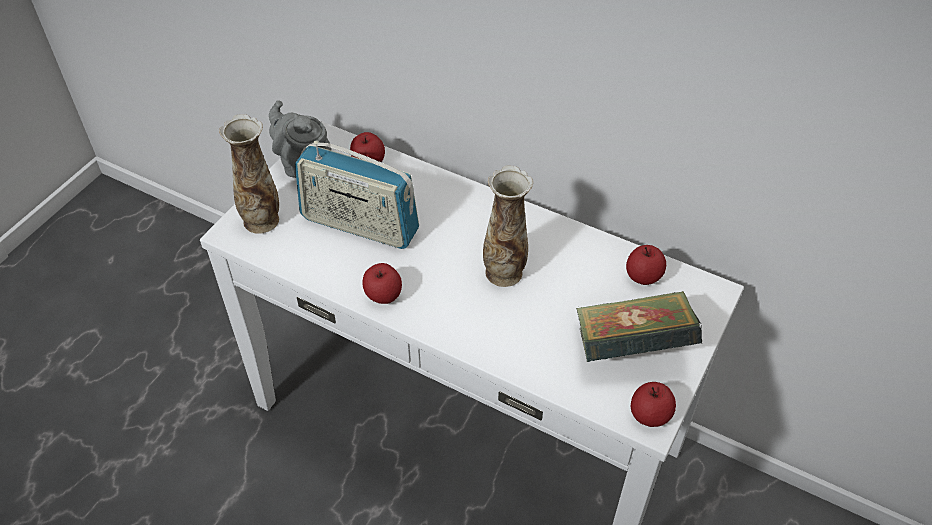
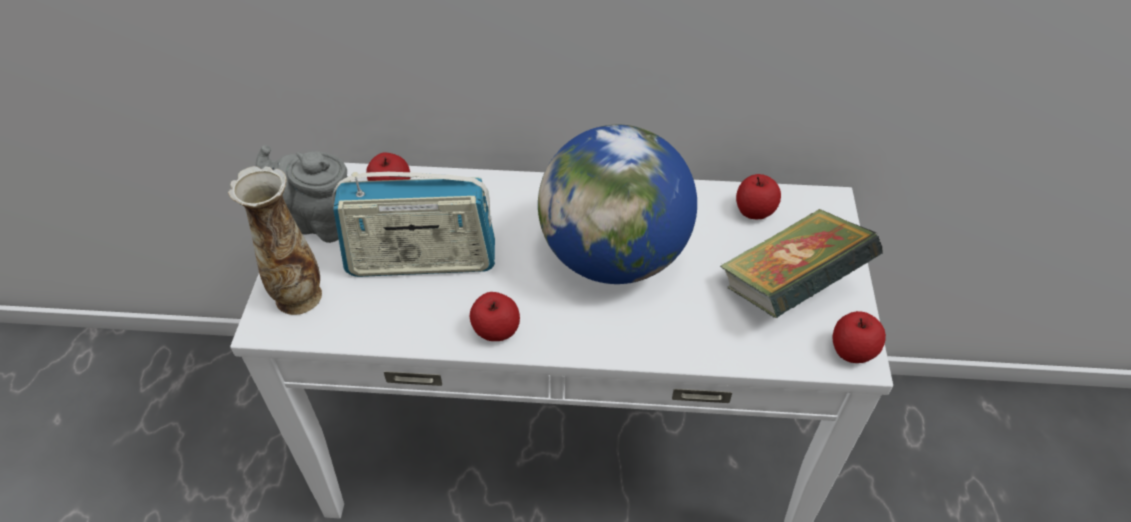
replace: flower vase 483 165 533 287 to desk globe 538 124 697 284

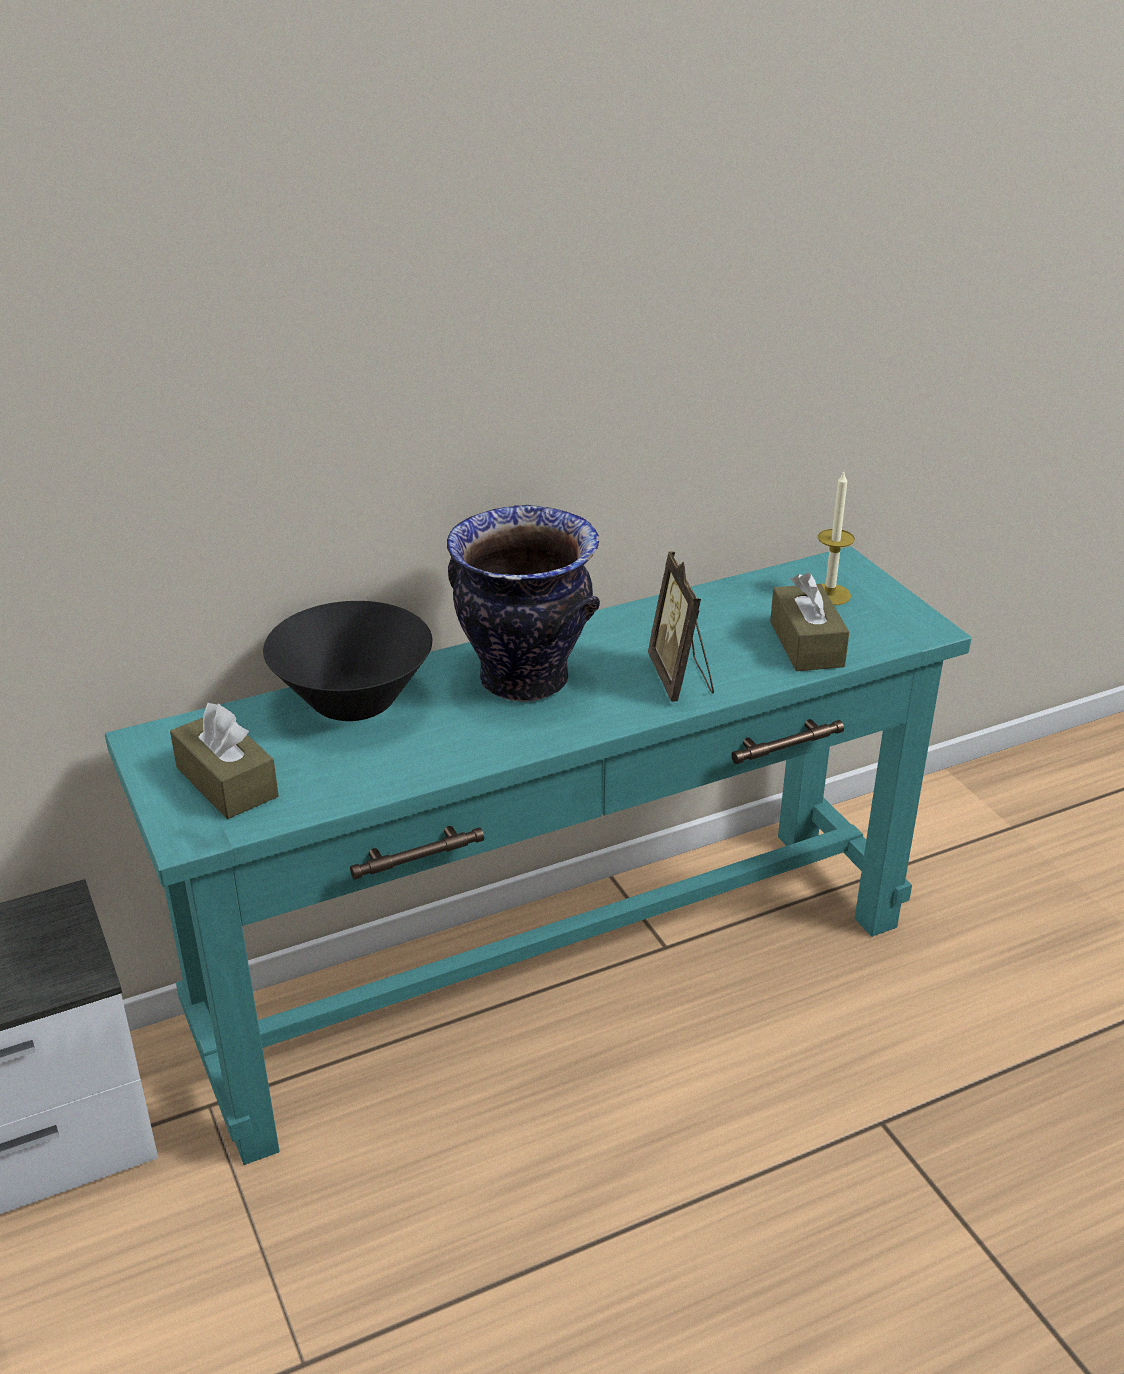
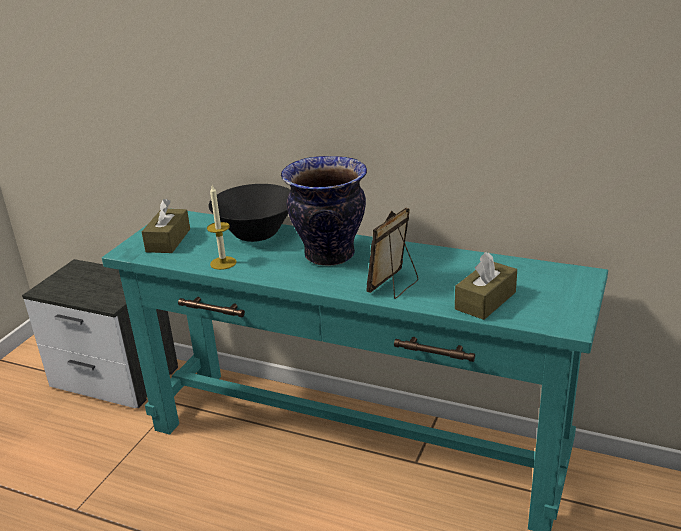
move: candle 818 472 855 605 to 207 185 237 270

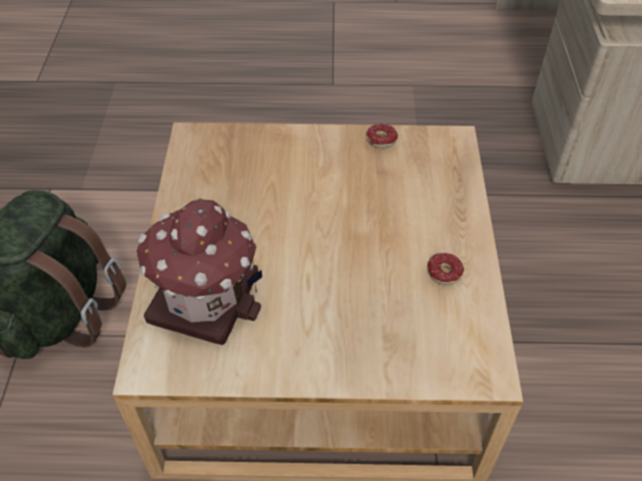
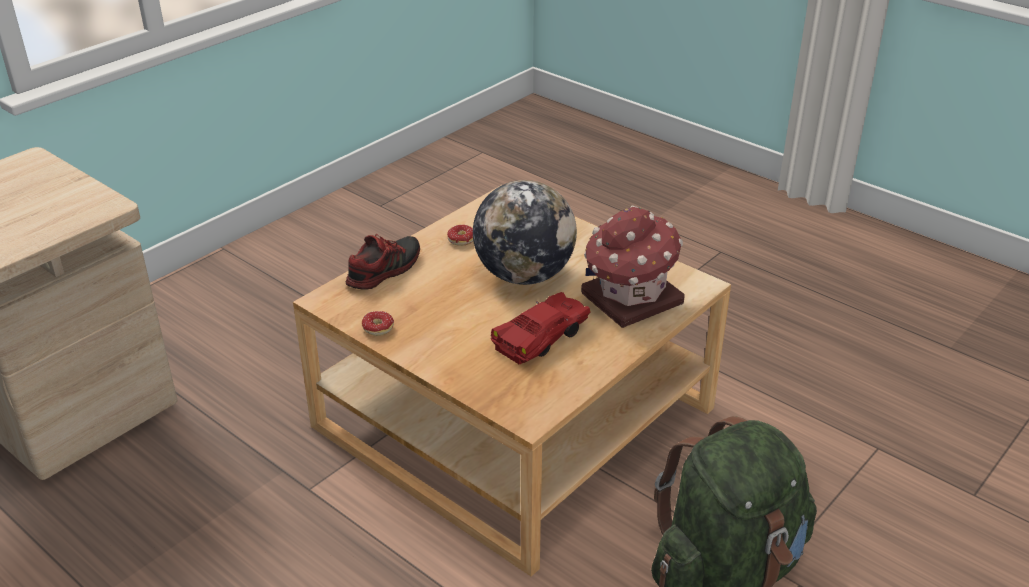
insert: shoe 346 234 420 290; desk globe 473 180 577 285; red-coloured toy car 491 292 591 364

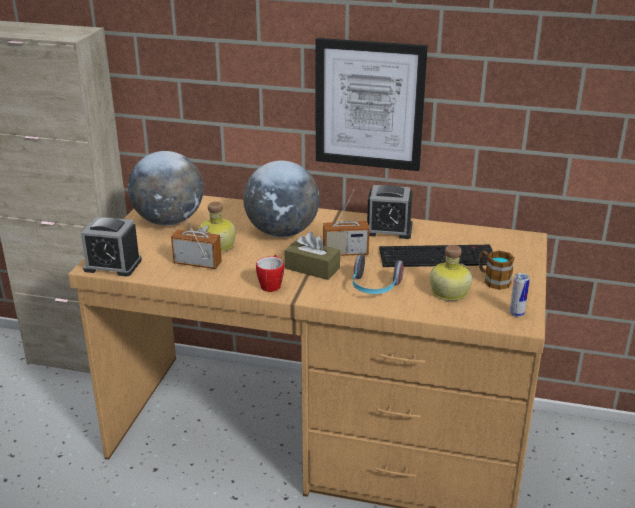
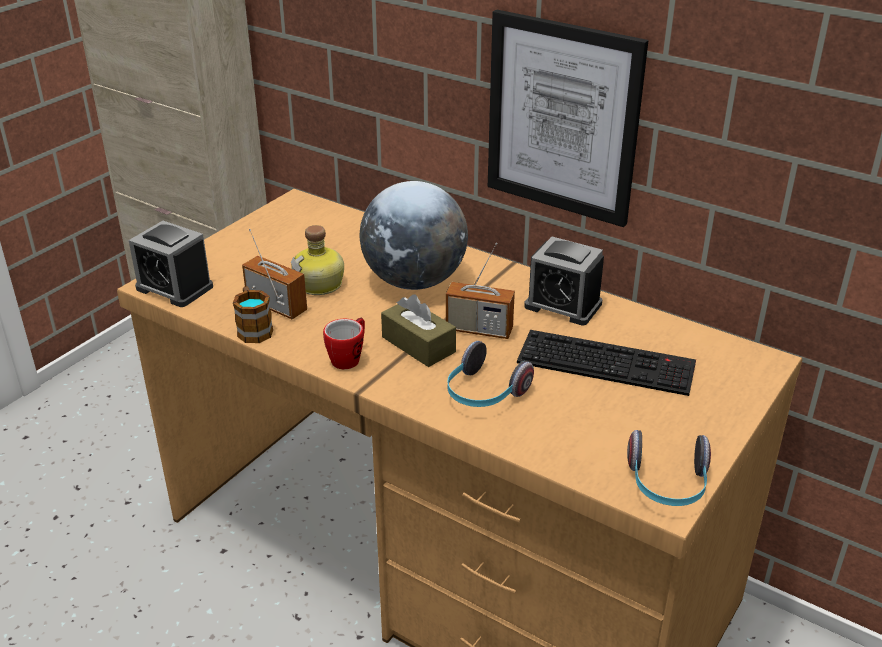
delete: desk globe 128 151 203 226; beverage bottle 430 245 472 301
move: tea mug 479 251 515 290 to 233 287 273 343
replace: can 510 273 530 317 to headphones 627 430 711 506

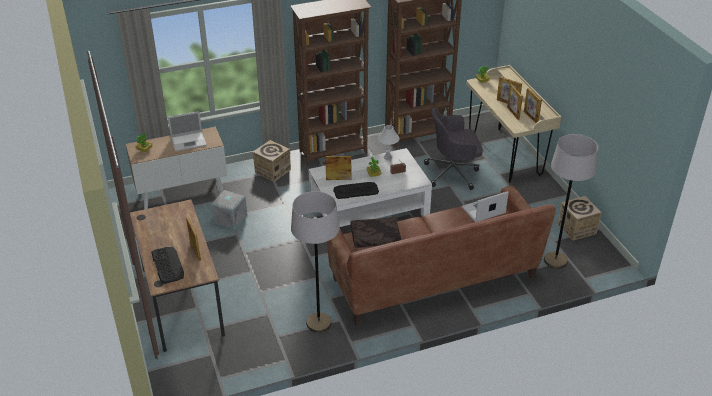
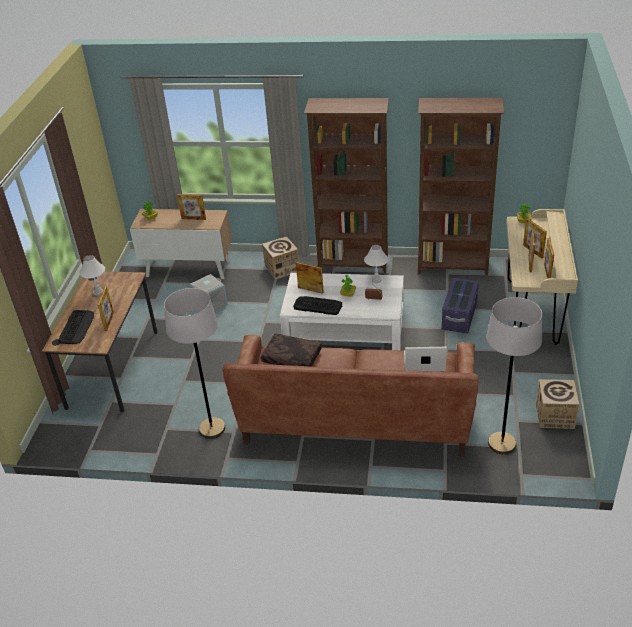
insert: whitish tabletop lamp 80 255 105 296
replace: portable computer 168 111 207 152 to picture frame 177 194 206 220; gray desk chair 424 107 483 190 to purple storage container 442 278 479 334

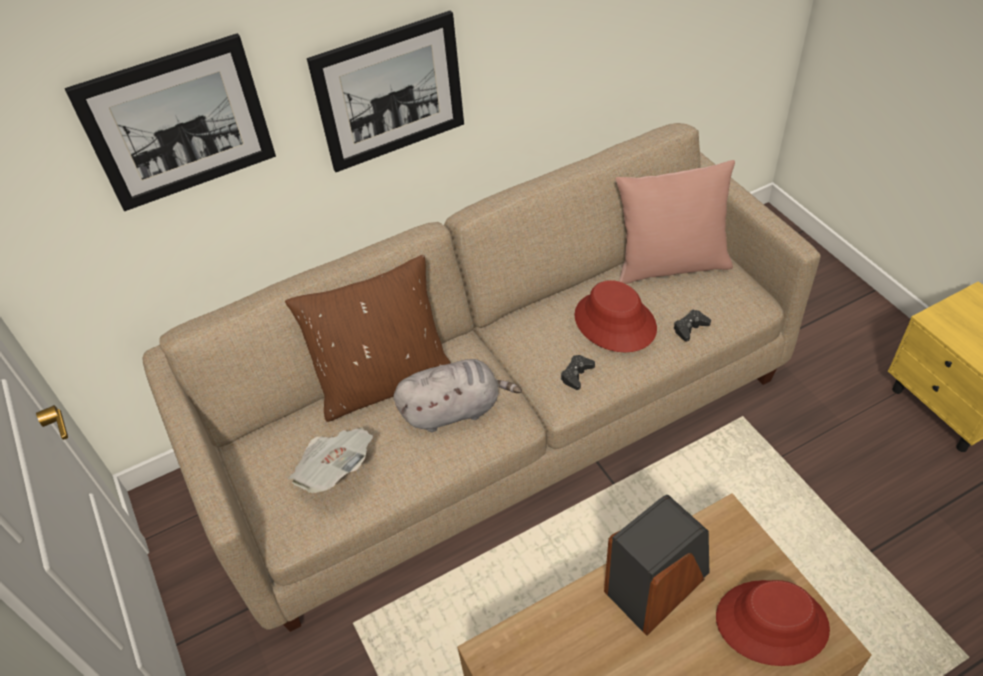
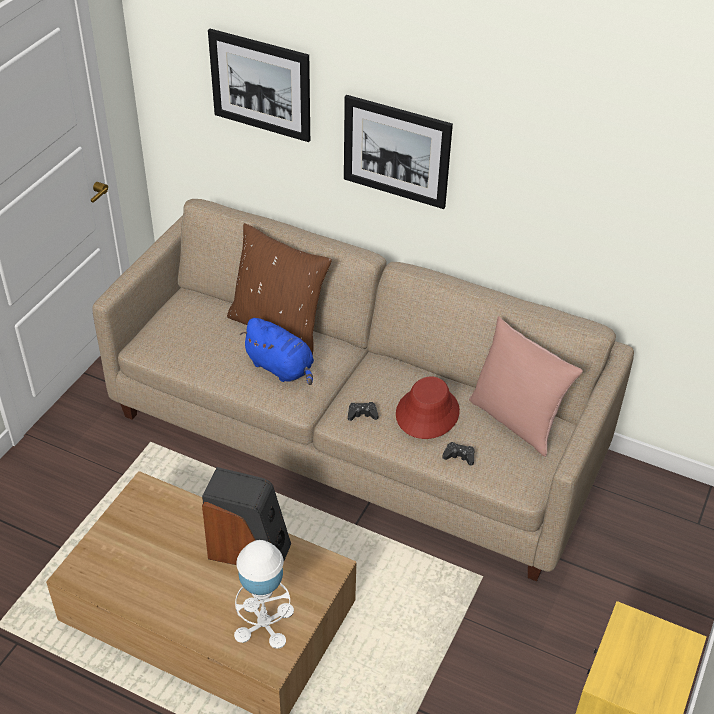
delete: daily paper 288 427 373 493
replace: red-coloured hat 716 580 830 666 to whitish tabletop lamp 234 540 294 649
recolor: gray plush toy 394 359 522 432 to bluish plush toy 240 318 314 385

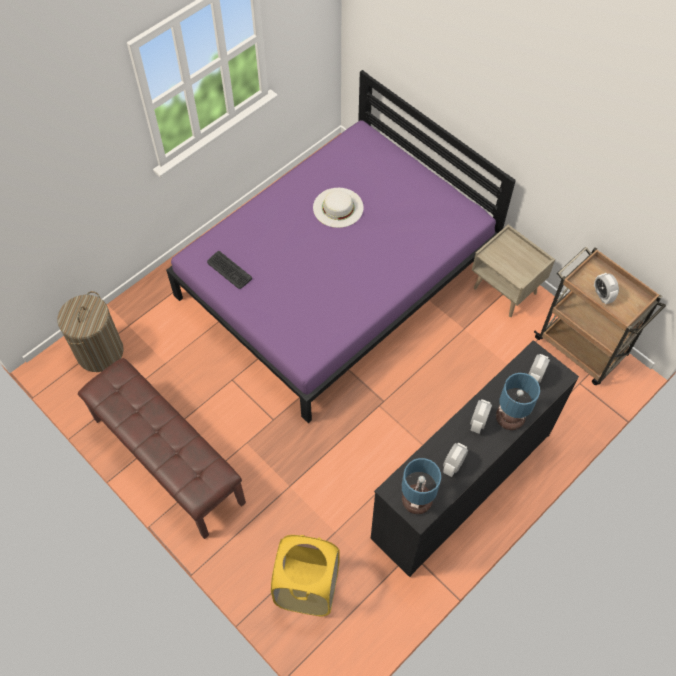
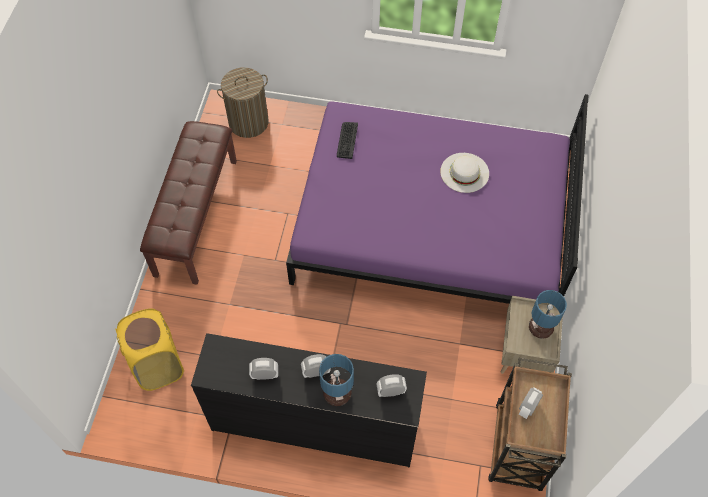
move: tabletop lamp 402 458 441 514 to 529 290 567 339

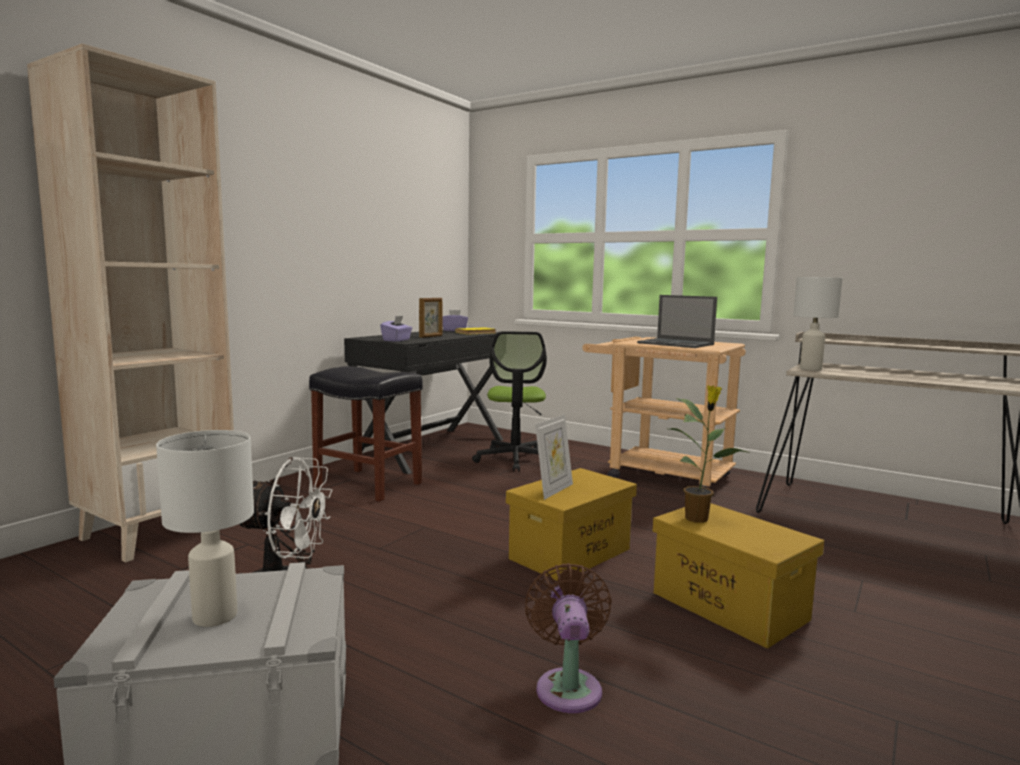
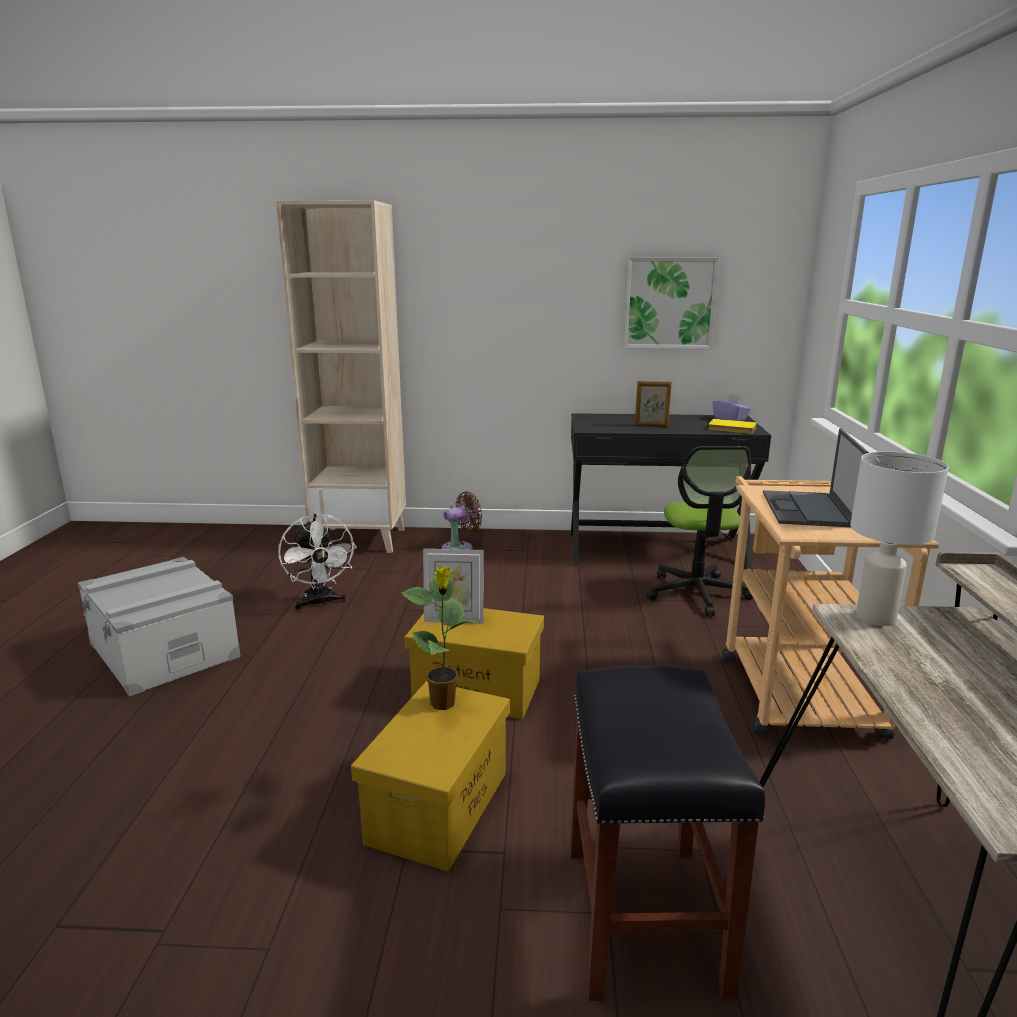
delete: whitish tabletop lamp 156 430 254 627; purple box of tissues 380 316 412 342
insert: wall picture 624 257 719 349
move: black-coloured stool 309 366 423 502 to 570 666 765 1001; brown-coloured electric fan 525 563 612 713 to 442 491 482 550
rotate: desk chair 472 331 547 471 = 647 446 753 616 60 degrees counterclockwise

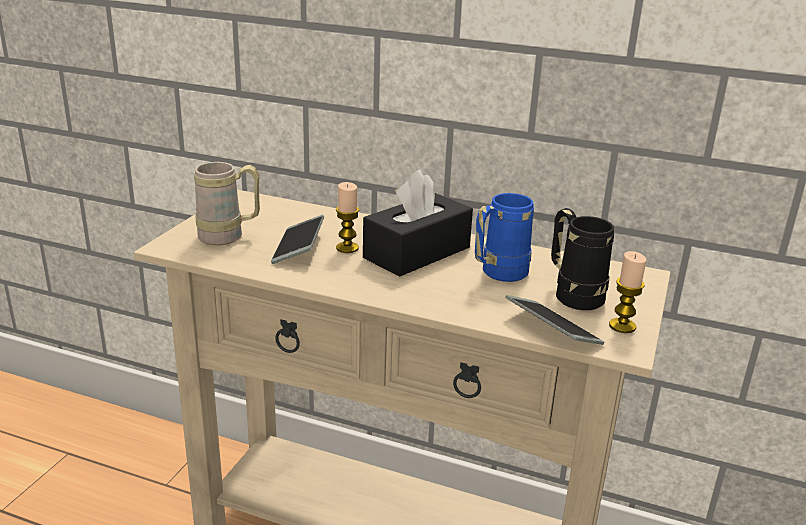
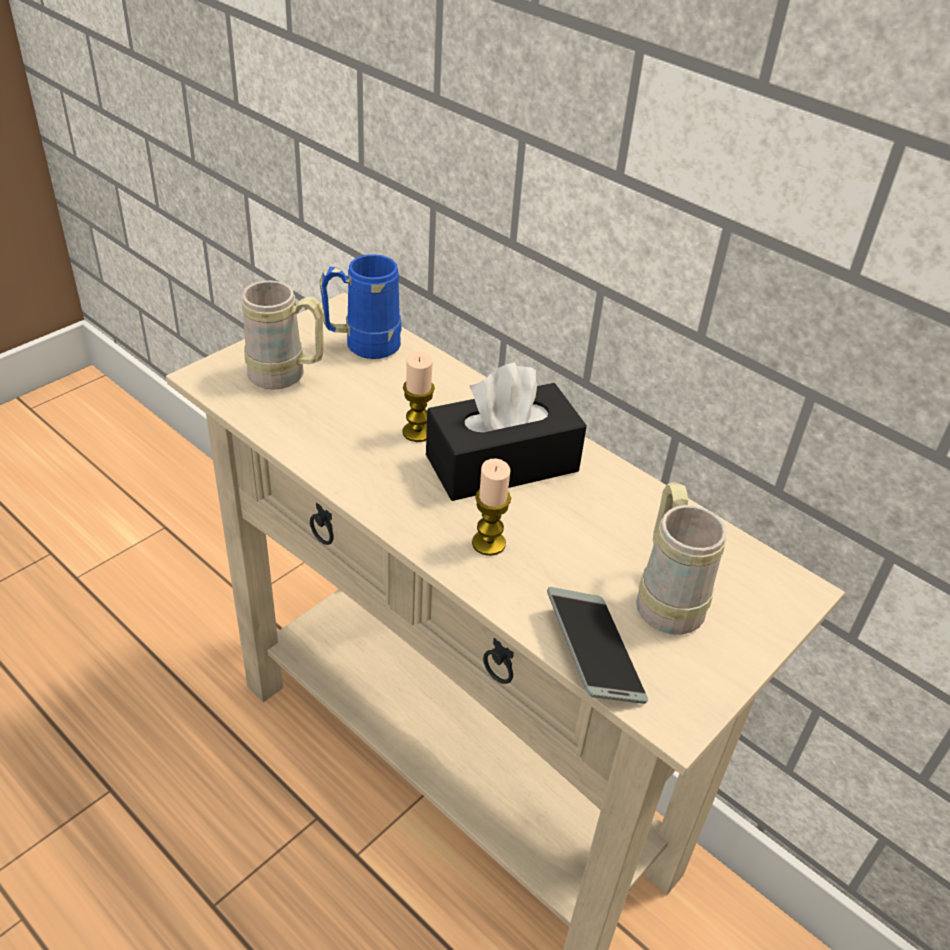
delete: telephone 271 215 324 264
move: bluish tea mug 475 193 534 282 to 319 254 402 359; candle 609 251 646 333 to 472 458 511 556
recolor: black-coloured tea mug 551 208 614 310 to beige-coloured tea mug 636 482 727 635

